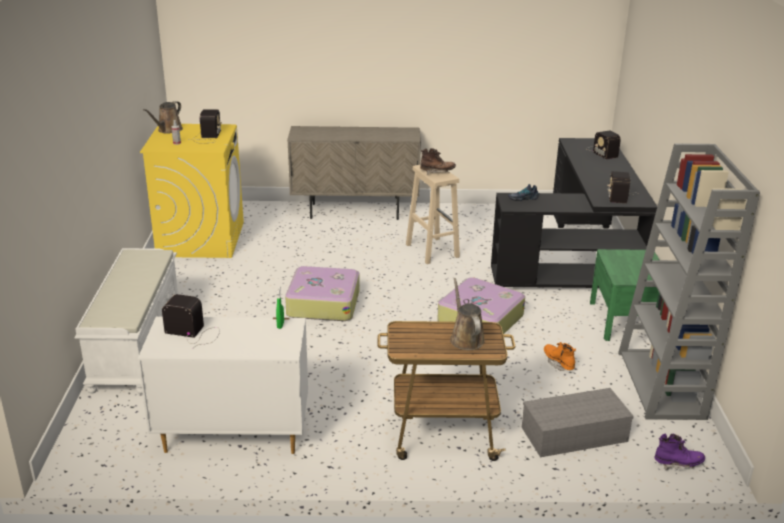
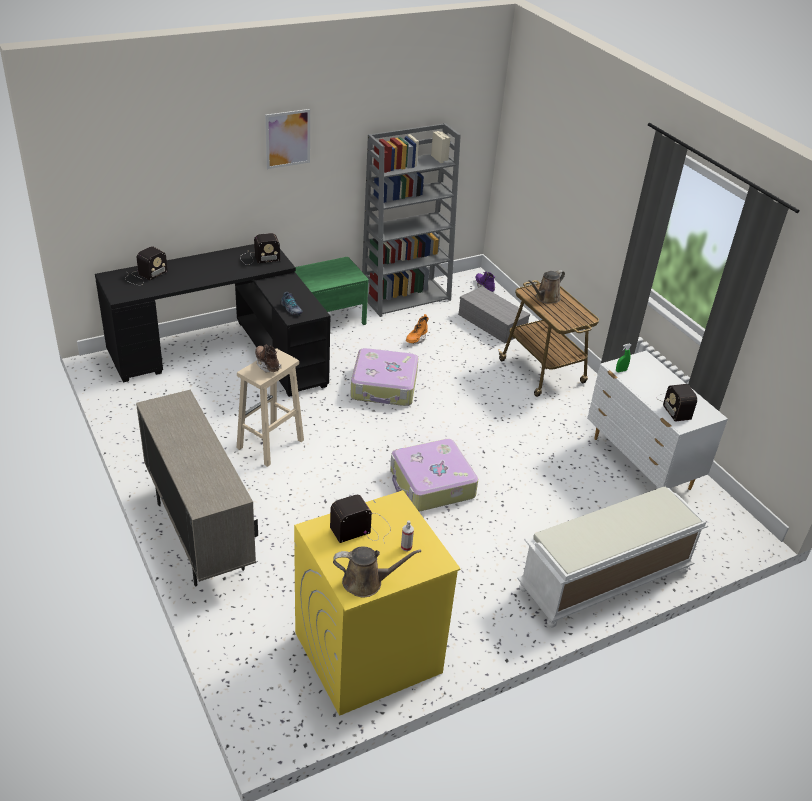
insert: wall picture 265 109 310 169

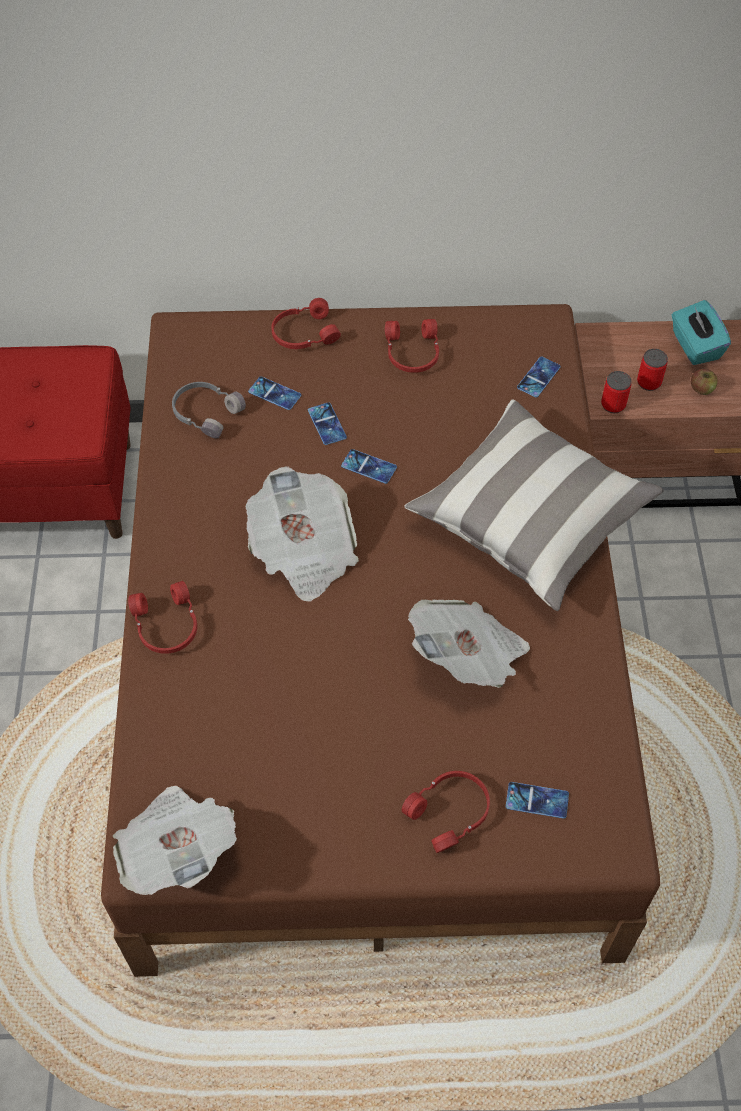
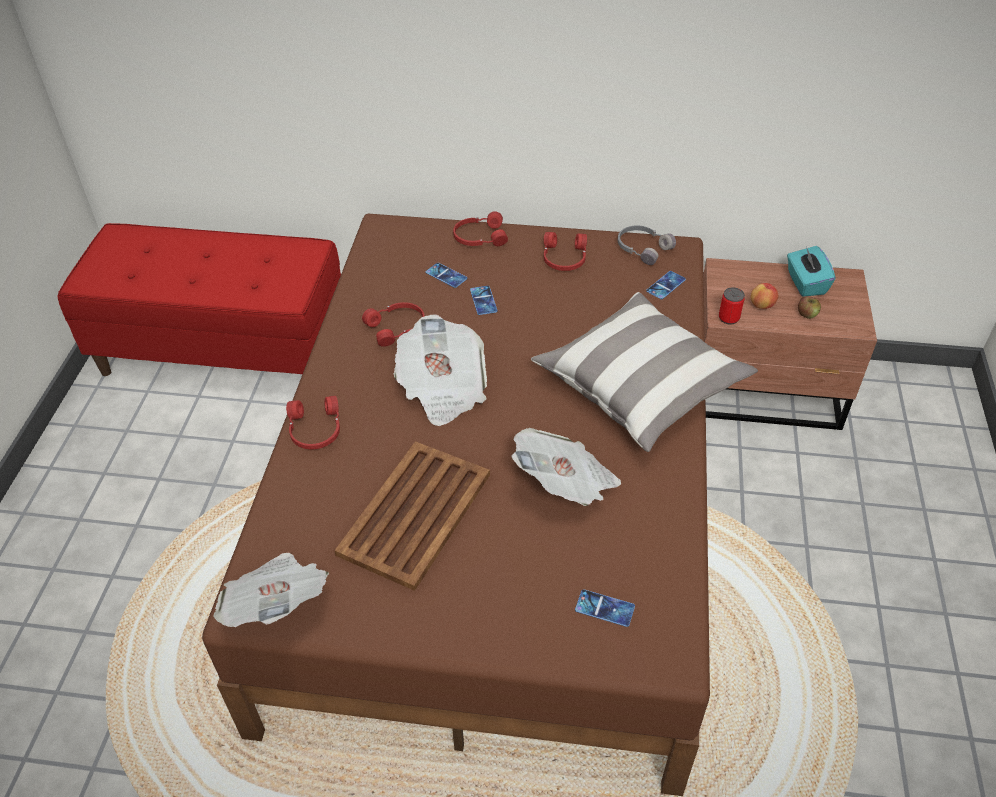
delete: telephone 341 449 397 484
insert: brown-coloured tray 334 441 490 591
move: gray headphones 172 382 246 438 to 618 225 676 265; red-coloured headphones 402 771 490 853 to 362 302 424 347
replace: can 637 349 668 391 to whole apple 751 283 778 309

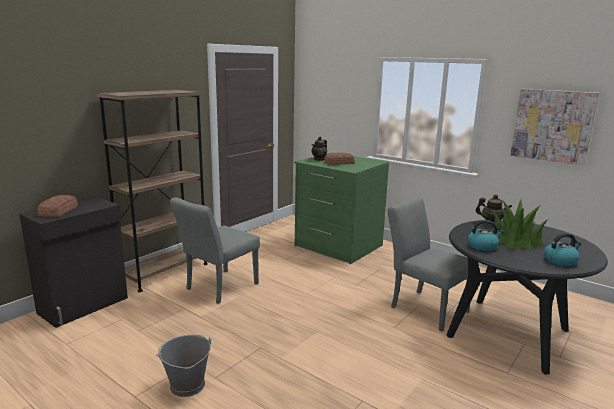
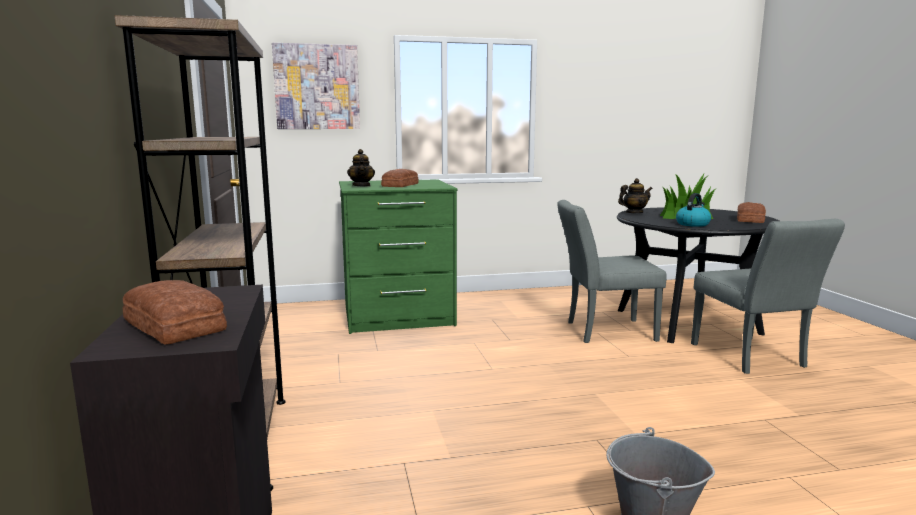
move: gray chair 170 197 260 304 to 691 219 845 374; wall picture 511 89 599 165 to 272 43 360 129
replace: water kettle 544 233 581 266 to baked bread 737 202 766 223

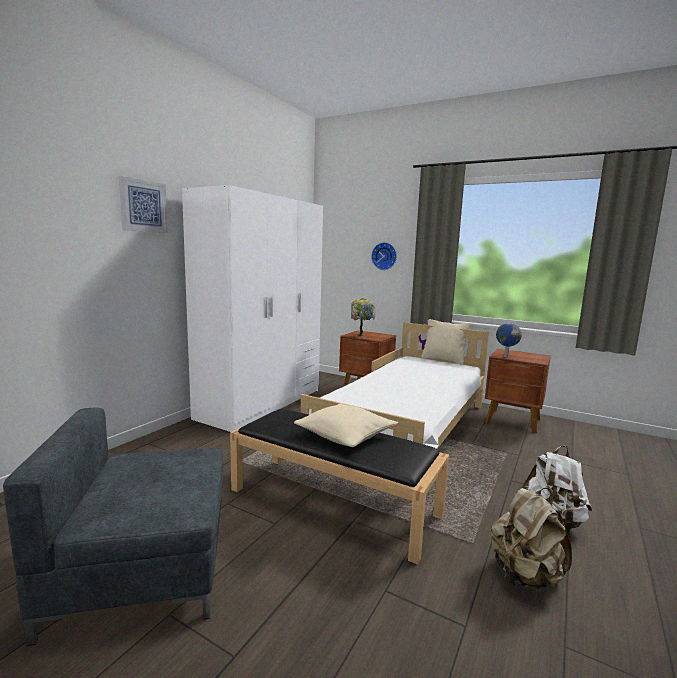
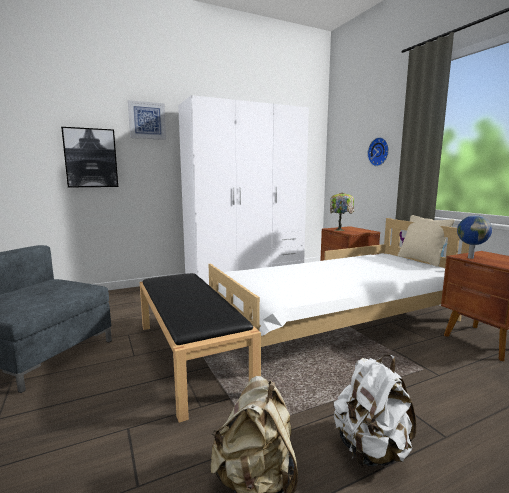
delete: beige-coloured pillow 294 403 398 447
insert: wall picture 61 127 118 187

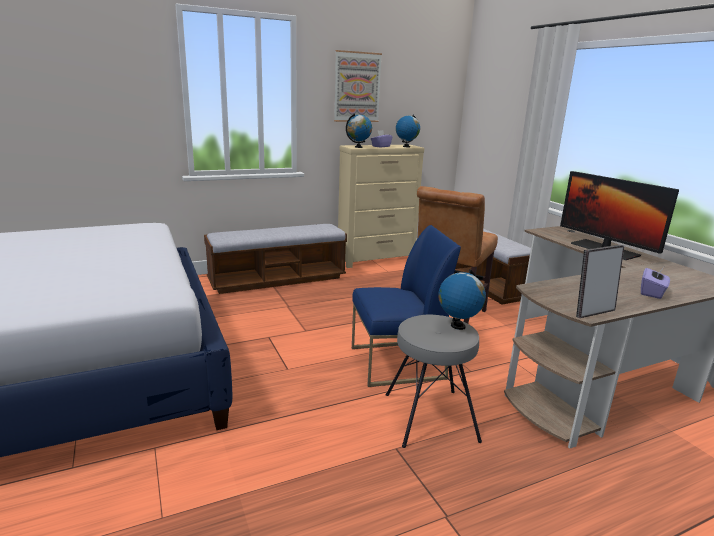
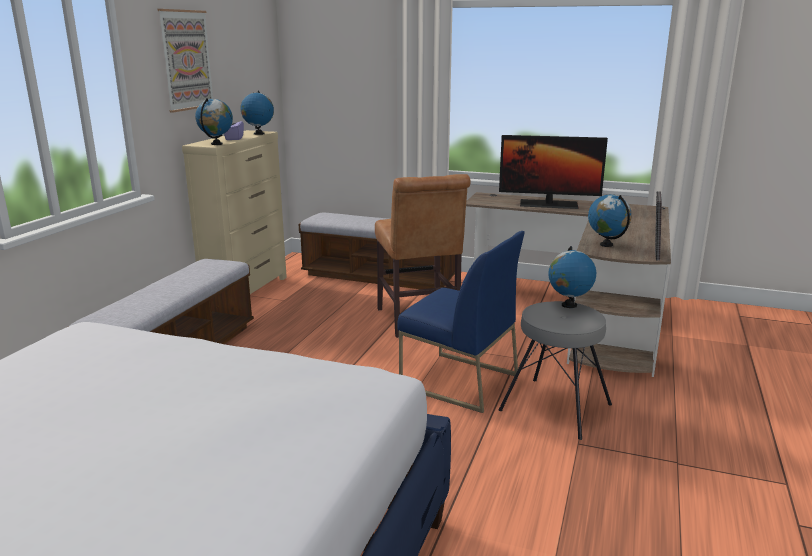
delete: purple box of tissues 641 267 670 299
insert: desk globe 588 194 632 247
rotate: bluish chair 352 225 461 387 = 397 231 525 413 90 degrees clockwise

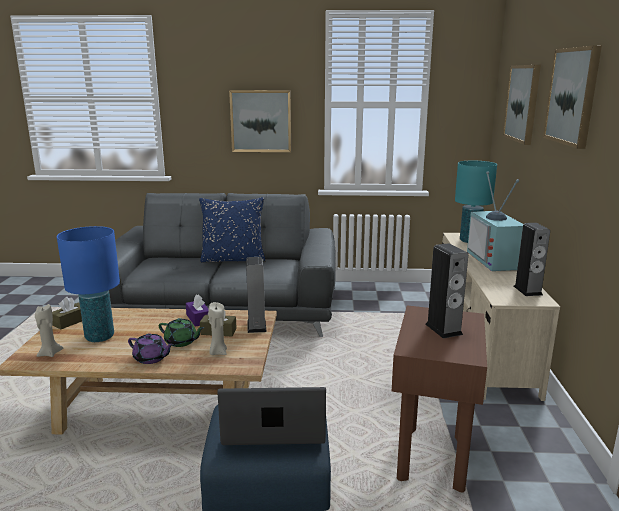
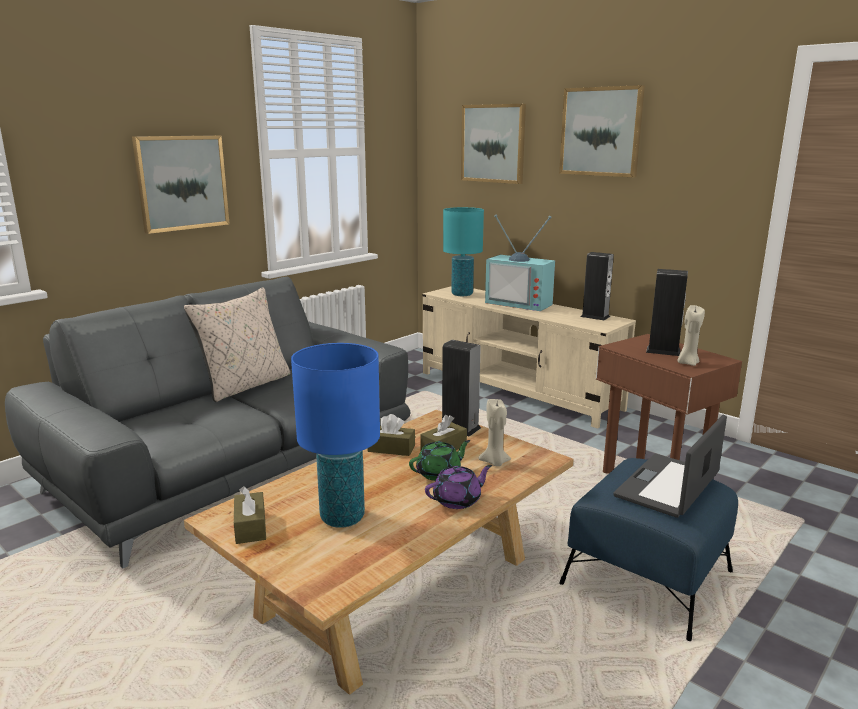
move: beige-coloured candle 35 304 63 357 to 677 305 705 366
recolor: purple box of tissues 186 295 209 327 to brown-coloured box of tissues 367 414 415 456; bluish pillow 199 197 266 263 to beige-coloured pillow 184 288 290 402

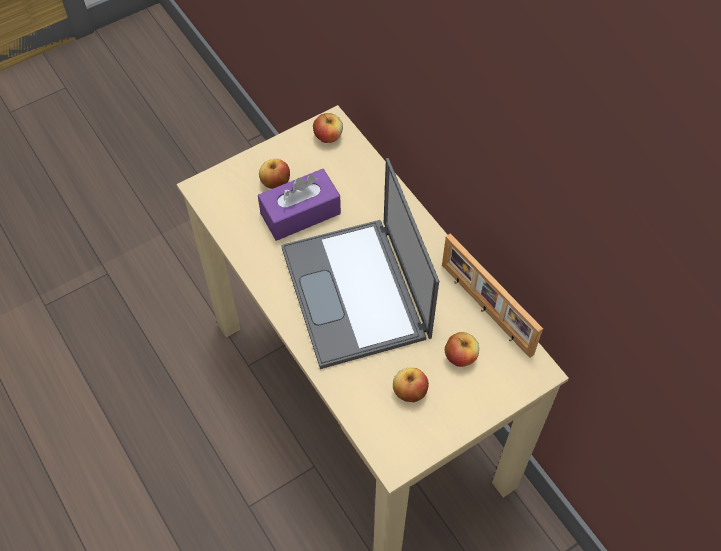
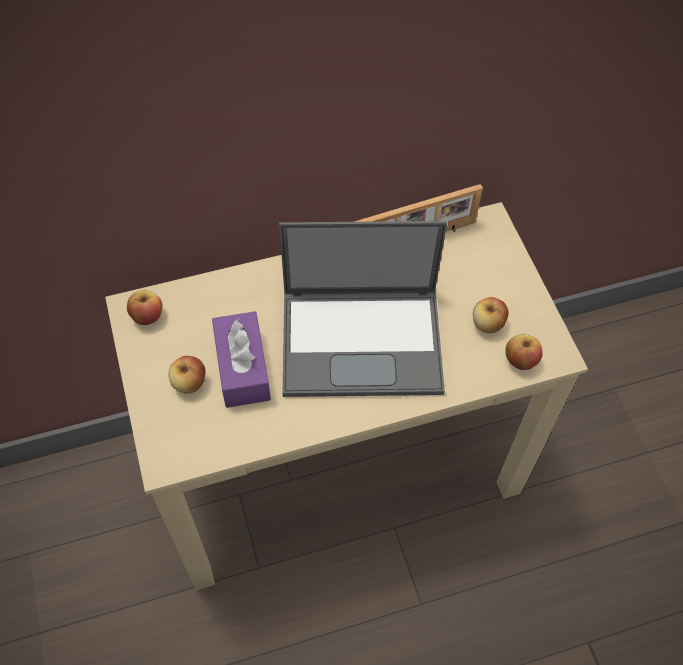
move: whole apple 444 332 479 367 to 505 334 543 370

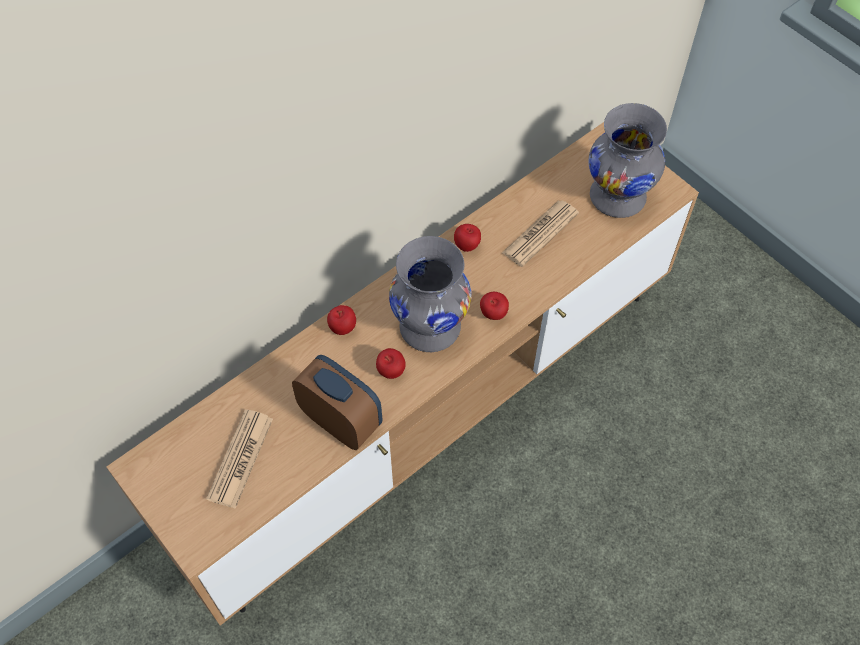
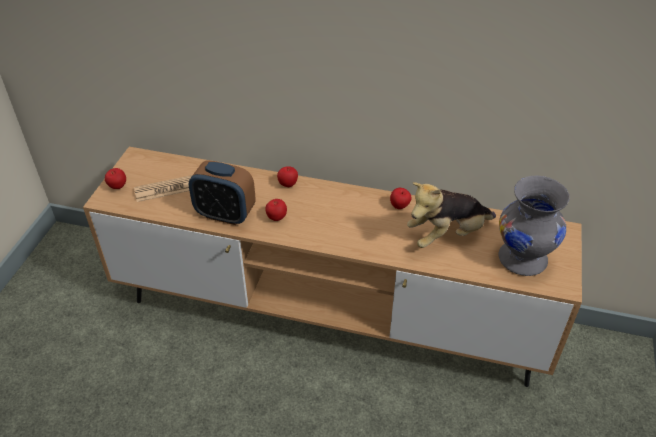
delete: gray flower vase 389 236 472 352
move: whole apple 480 292 509 320 to 105 168 126 189
replace: daily paper 502 201 579 267 to plush toy 407 182 496 248
rotate: alarm clock 292 355 382 450 = 189 160 256 225 105 degrees clockwise

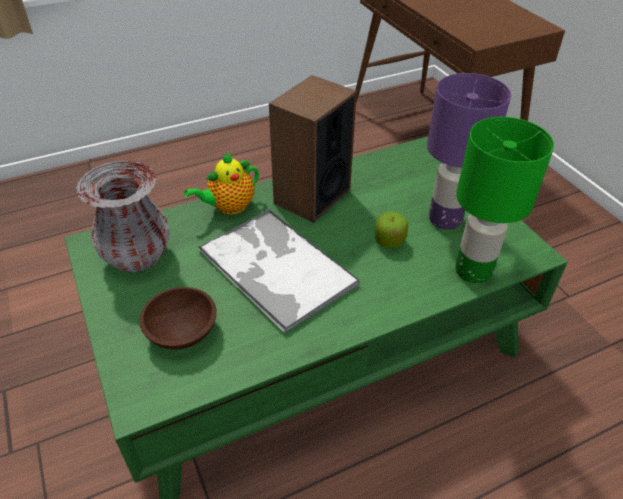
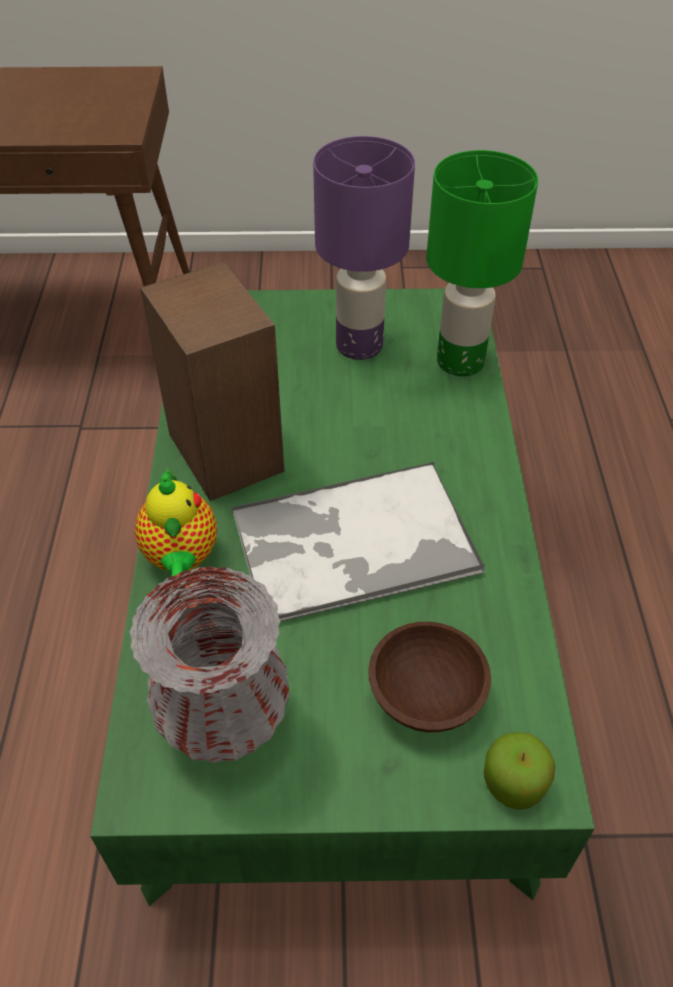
move: whole apple 375 211 408 248 to 484 732 555 810

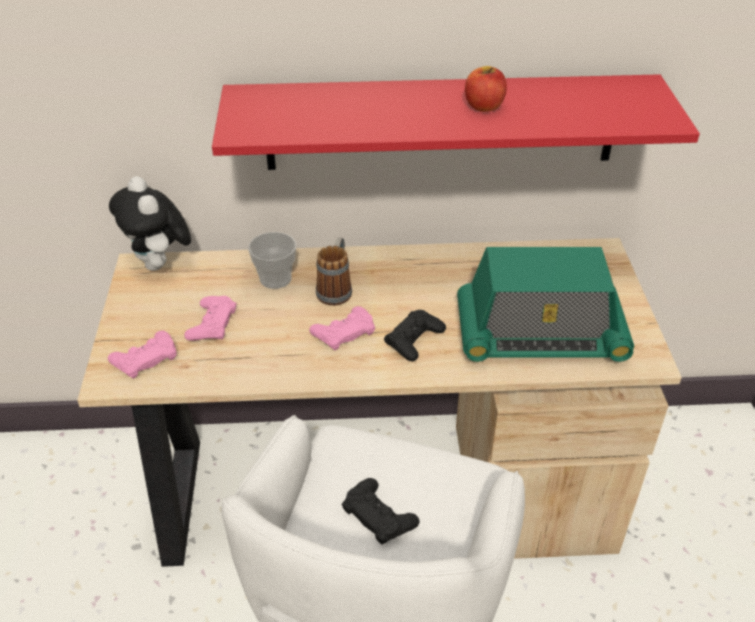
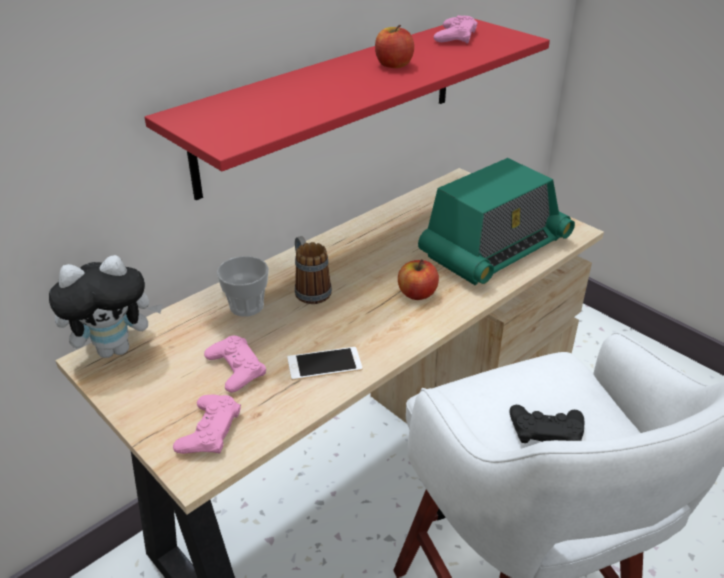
insert: telephone 287 347 362 380
move: pink game controller 309 306 375 350 to 434 15 477 44
replace: black-coloured game controller 384 310 446 361 to whole apple 398 259 439 300
rotate: plush toy 109 176 191 271 = 49 255 163 358 45 degrees counterclockwise

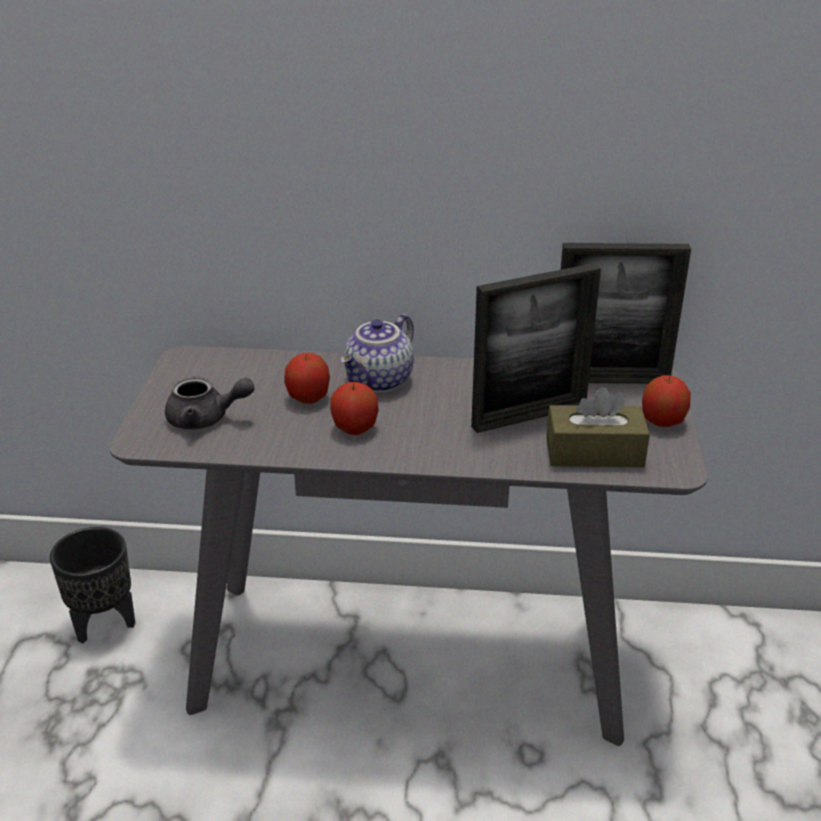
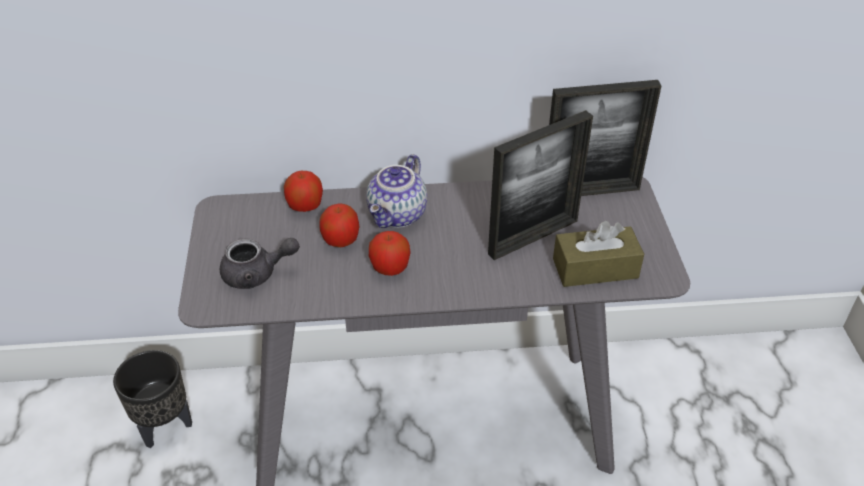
move: whole apple 642 375 691 427 to 284 171 323 212

